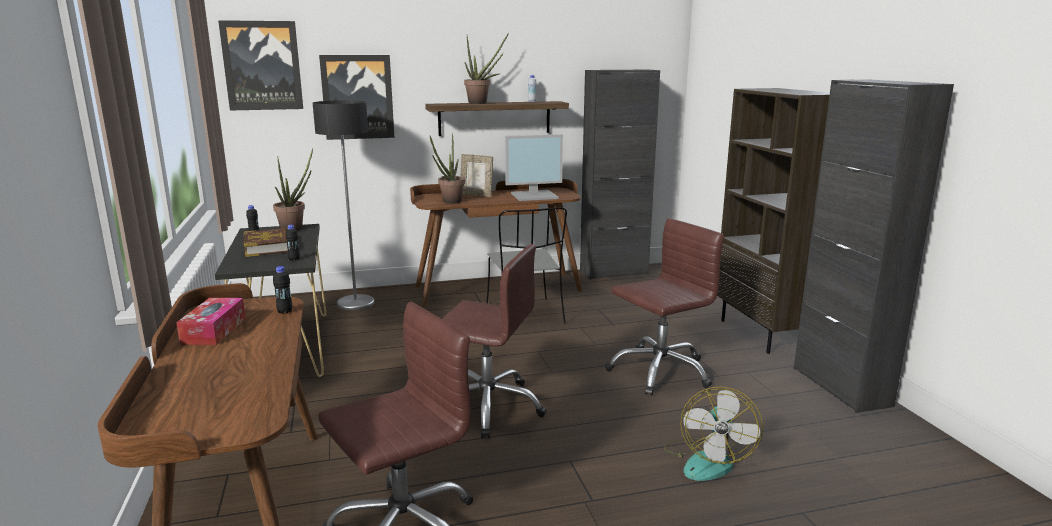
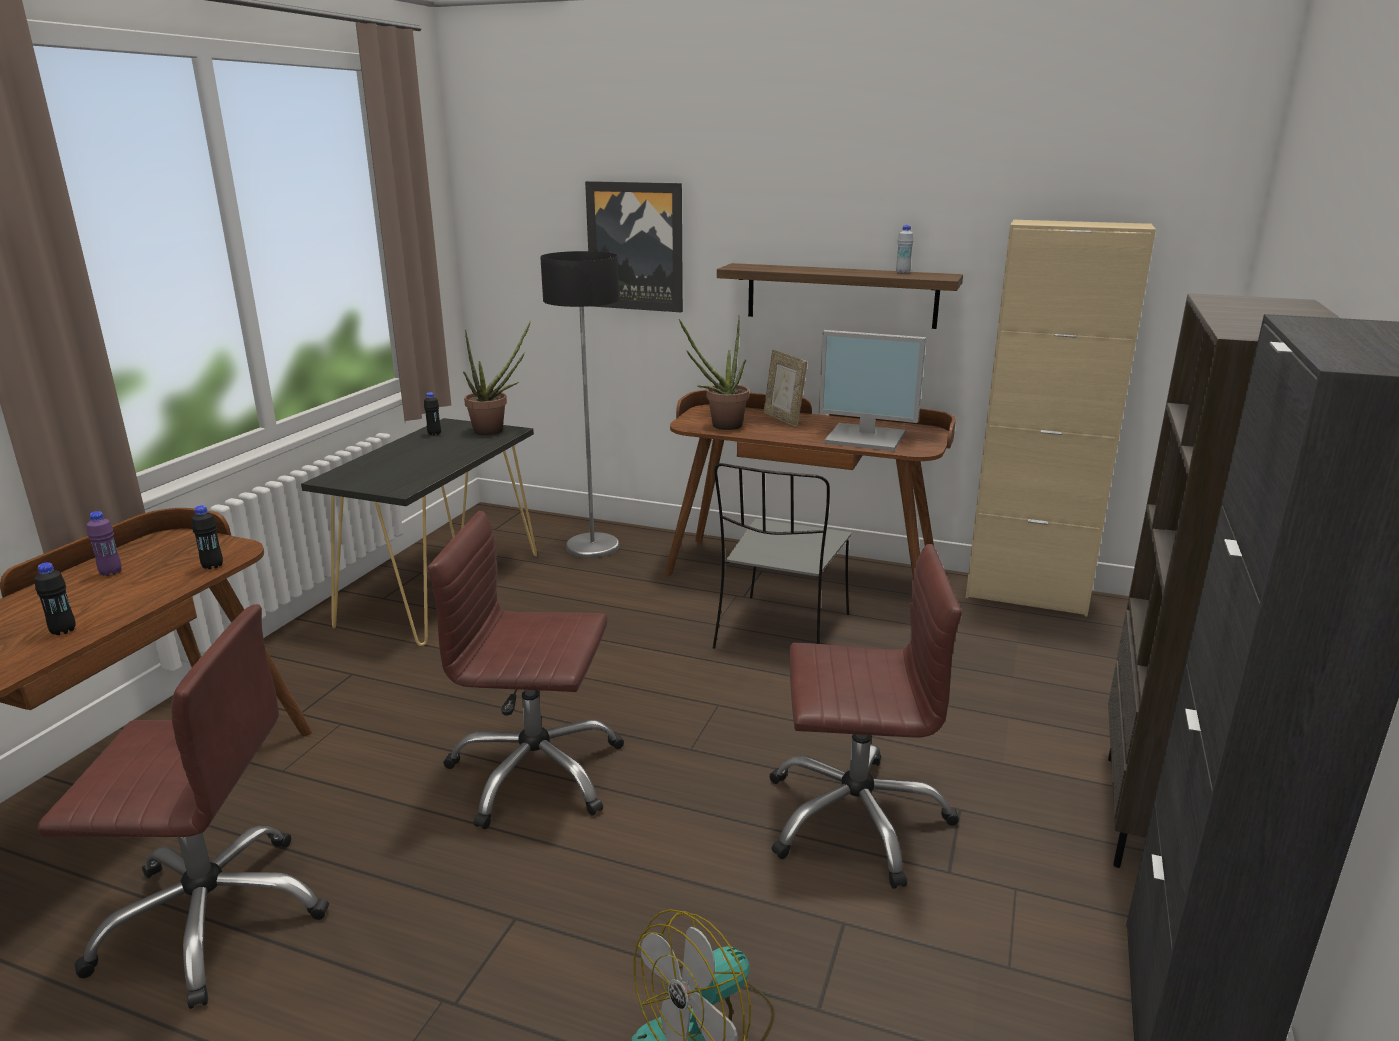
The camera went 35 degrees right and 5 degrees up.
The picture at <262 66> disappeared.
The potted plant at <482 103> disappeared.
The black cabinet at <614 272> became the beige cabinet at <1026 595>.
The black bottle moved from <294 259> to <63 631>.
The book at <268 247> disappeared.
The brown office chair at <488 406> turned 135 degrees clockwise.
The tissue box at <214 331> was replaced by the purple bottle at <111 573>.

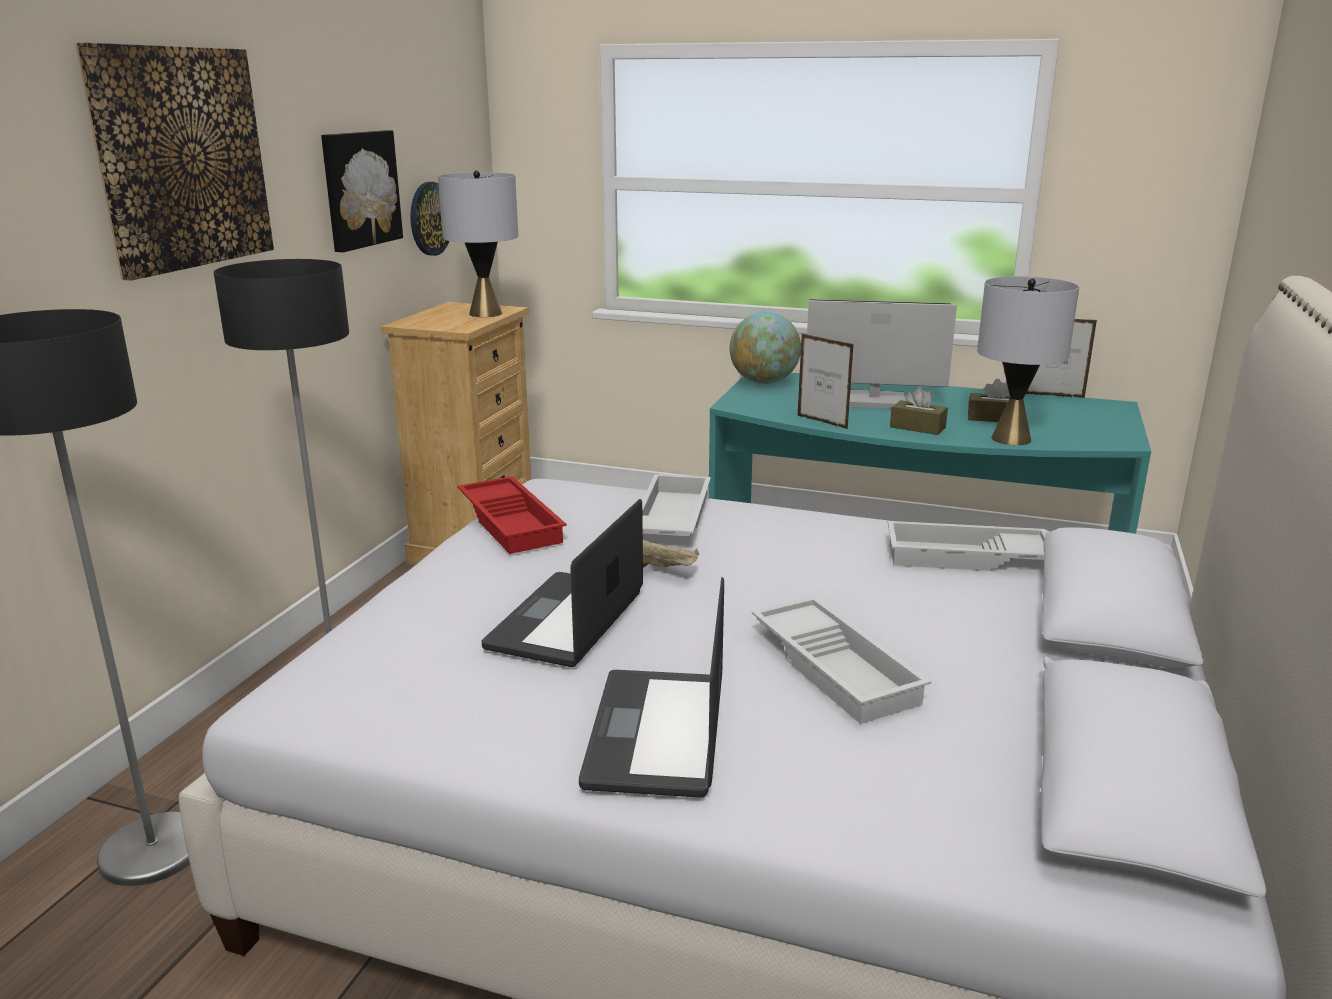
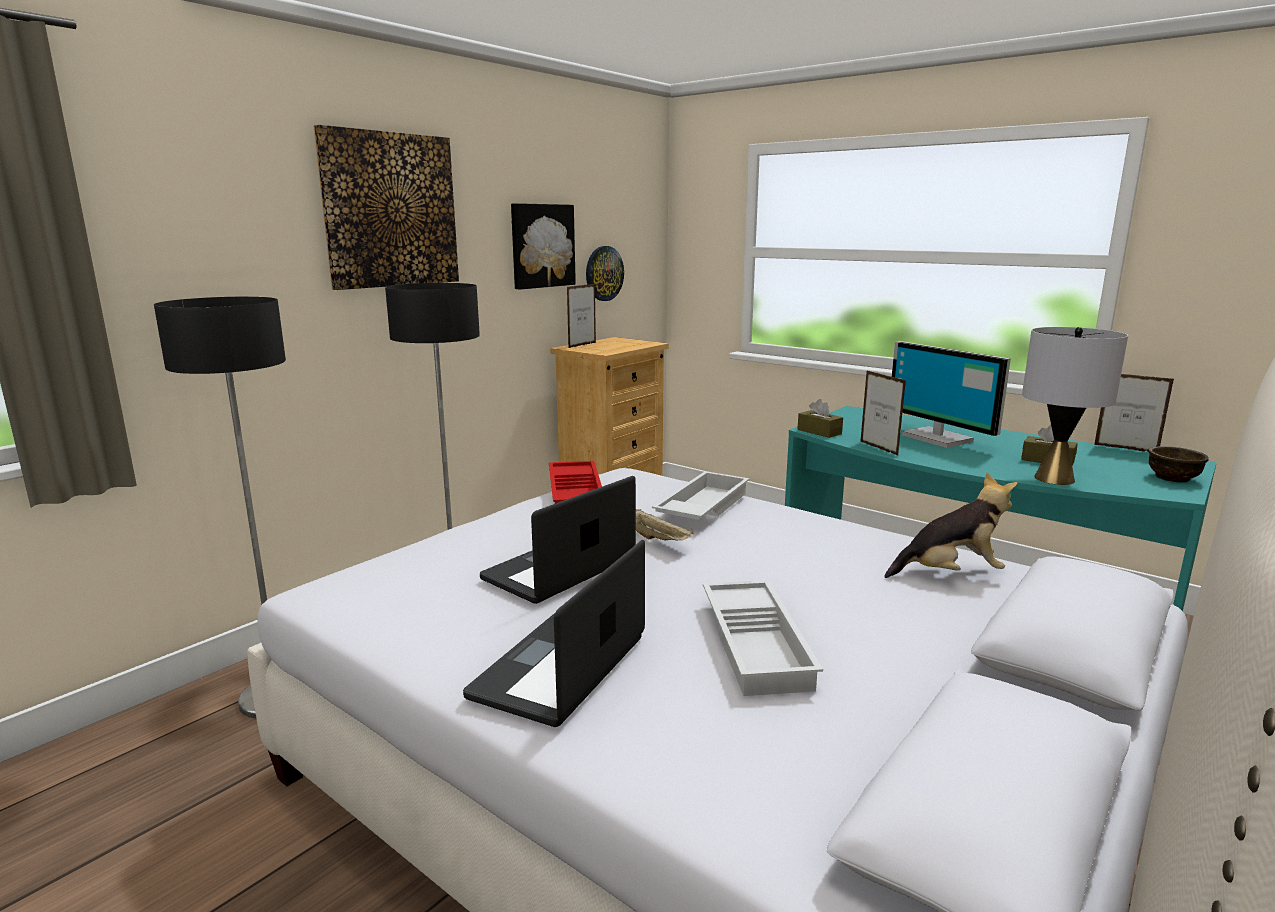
The camera went 20 degrees right and 5 degrees down.
The grey table lamp at <485 313> disappeared.
The monitor at <874 402> turned 150 degrees counterclockwise.
The globe at <763 382> disappeared.
The brown tissue box moved from <917 427> to <819 432>.
The white tray at <966 558> was replaced by the plush toy at <950 573>.
The picture frame at <582 345> appeared.
The brown bowl at <1172 478> appeared.

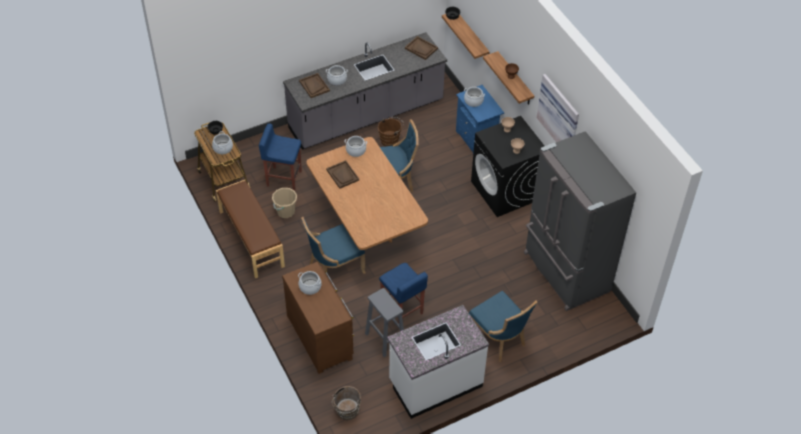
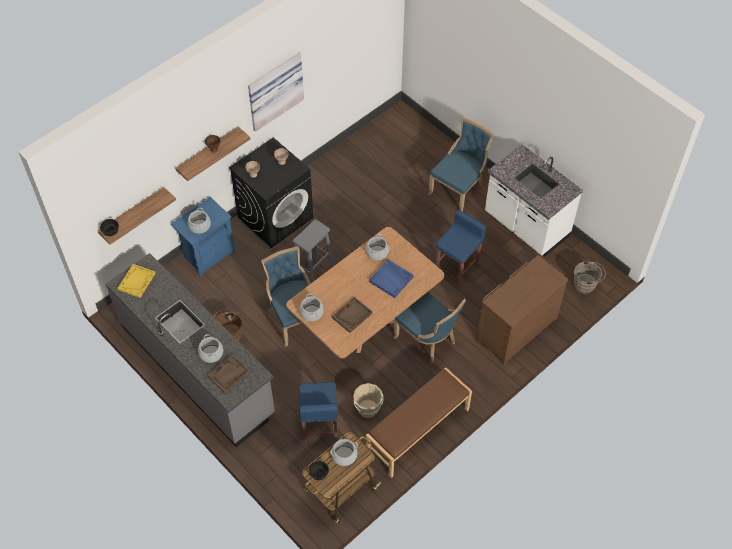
The camera went 105 degrees left and 5 degrees up.
The brown tray at <421 49> became the yellow tray at <136 281>.
The grey fridge at <564 273> disappeared.
The cooking pot moved from <310 287> to <377 252>.
The grey stool moved from <384 338> to <313 271>.
The blue tray at <391 279> appeared.

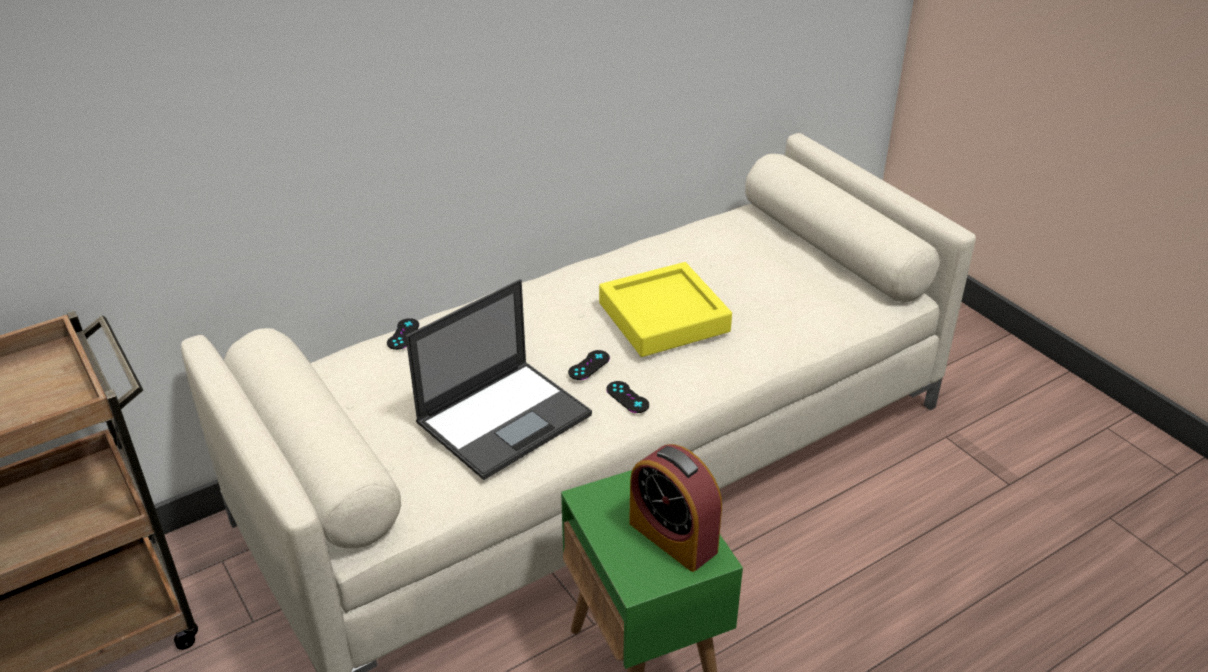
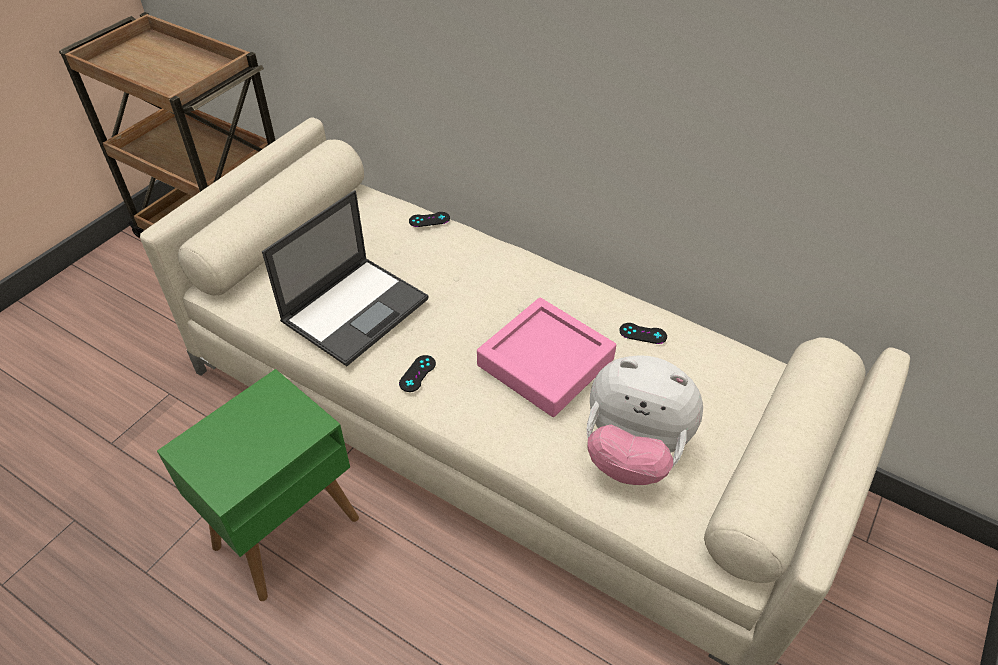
The camera went 65 degrees right and 10 degrees up.
The yellow tray at <663 317> became the pink tray at <545 362>.
The laptop at <505 418> turned 75 degrees counterclockwise.
The black game controller moved from <589 365> to <643 333>.
The alarm clock at <673 537> disappeared.
The plush toy at <632 452> appeared.

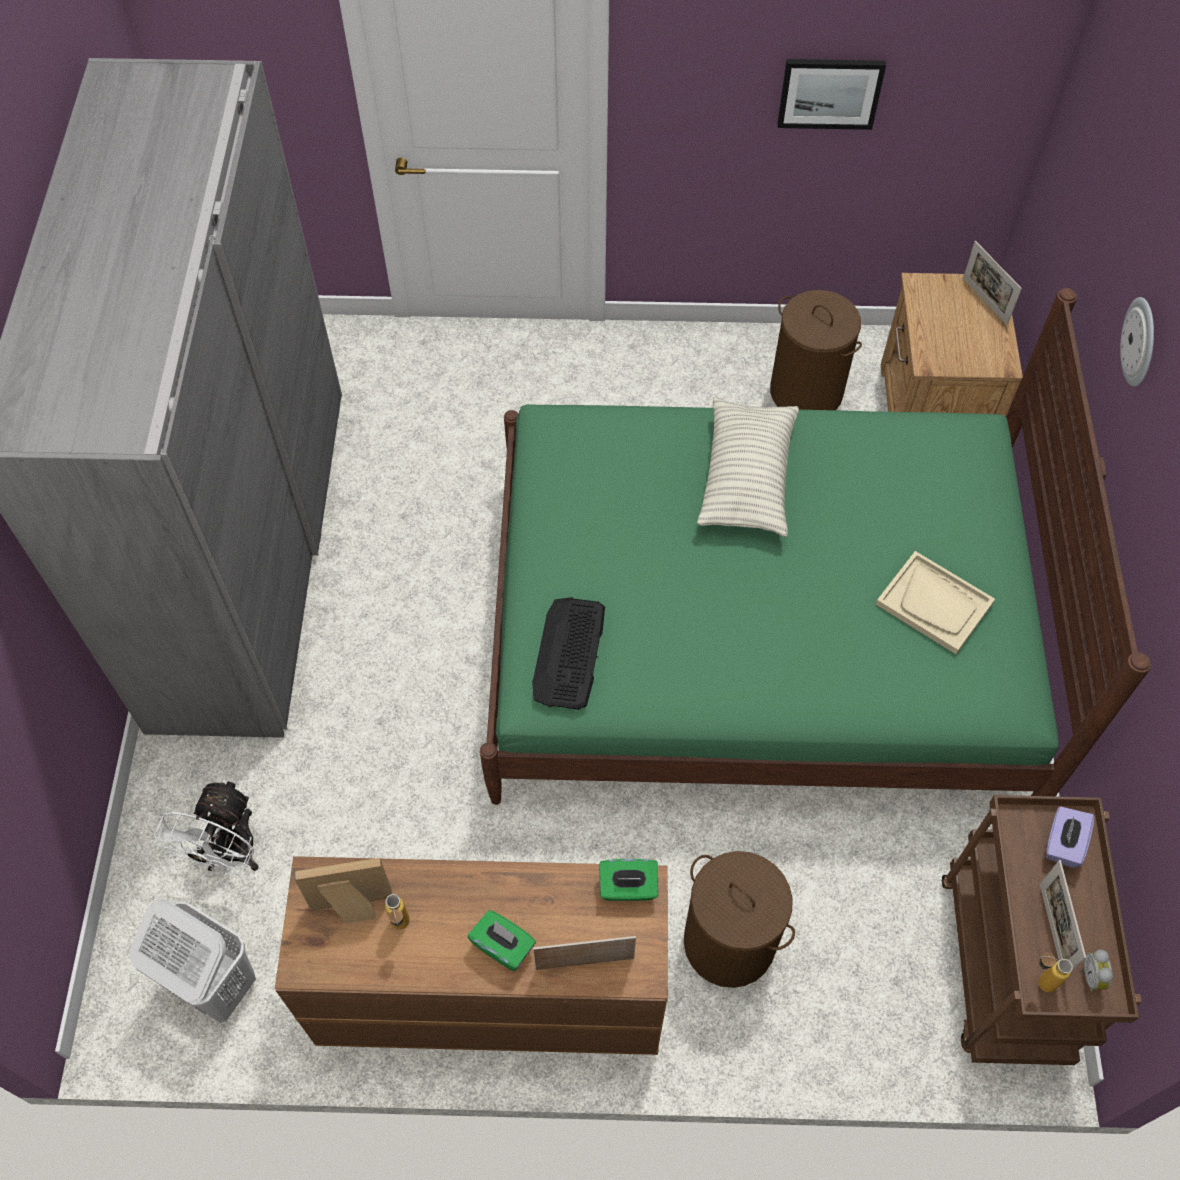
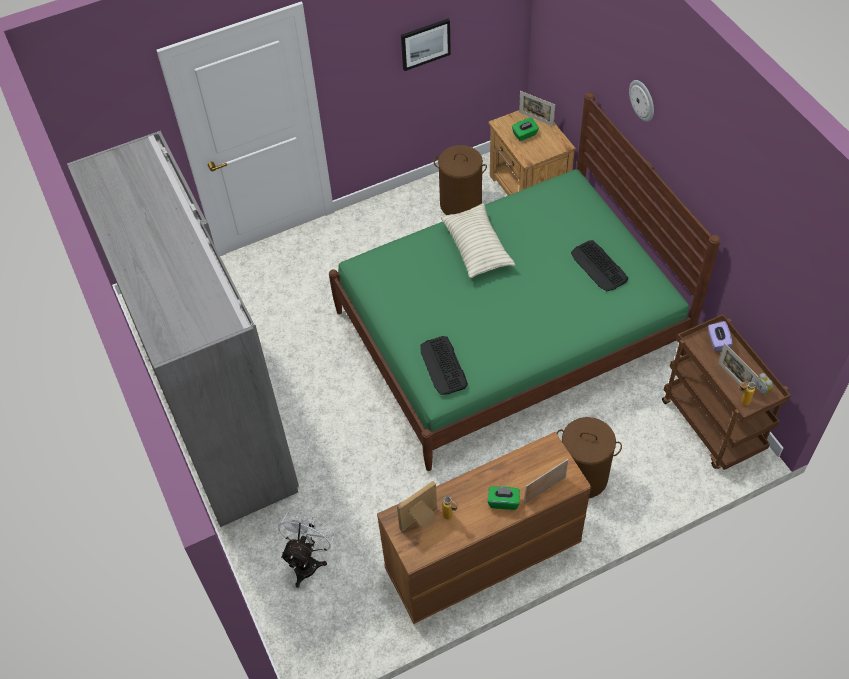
The camera went 25 degrees left and 5 degrees down.
The beige tray at <934 604> was replaced by the keyboard at <599 266>.
The white fan at <230 855> turned 150 degrees counterclockwise.
The green tissue box moved from <628 888> to <525 135>.
The white laundry basket at <214 984> disappeared.

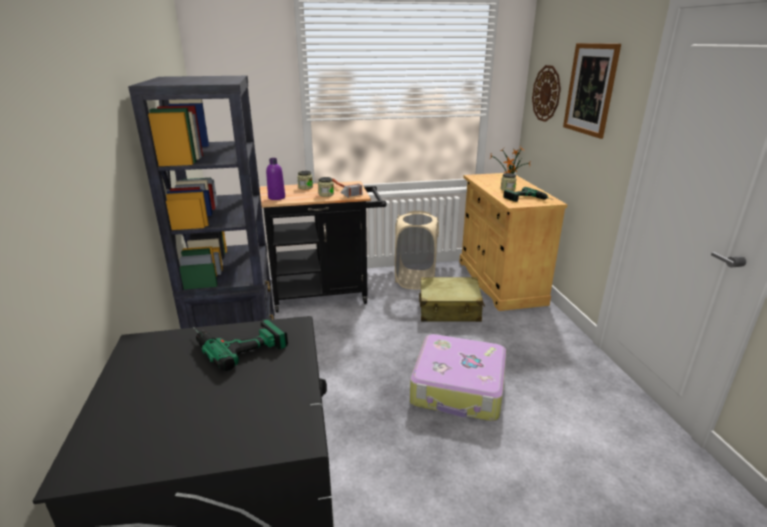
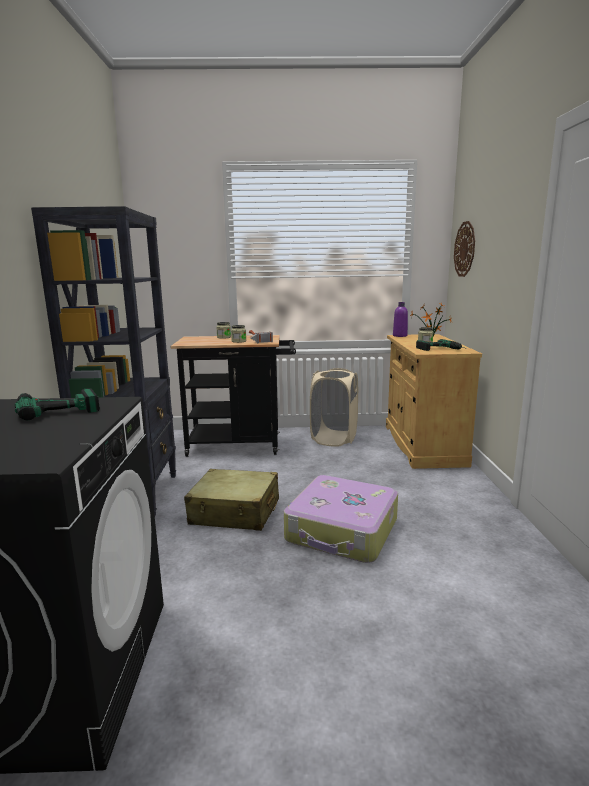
The camera went 10 degrees right and 10 degrees down.
The picture at <590 89> disappeared.
The purple bottle moved from <276 197> to <400 336>.
The beige suitcase moved from <449 309> to <235 512>.

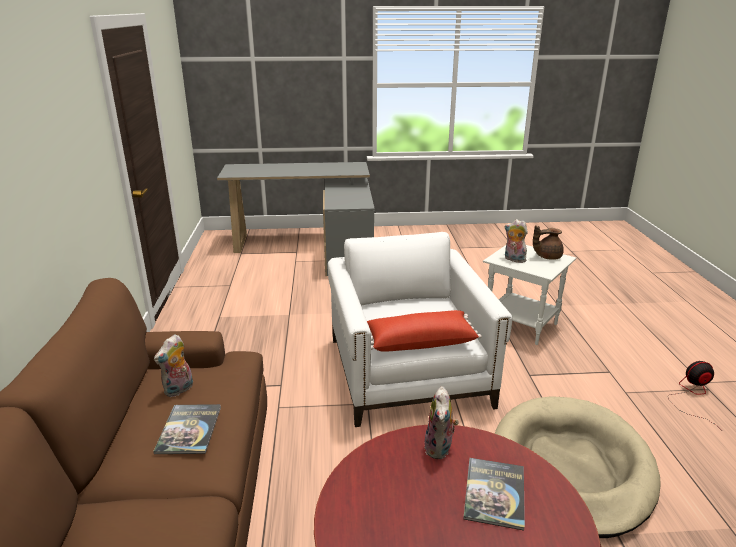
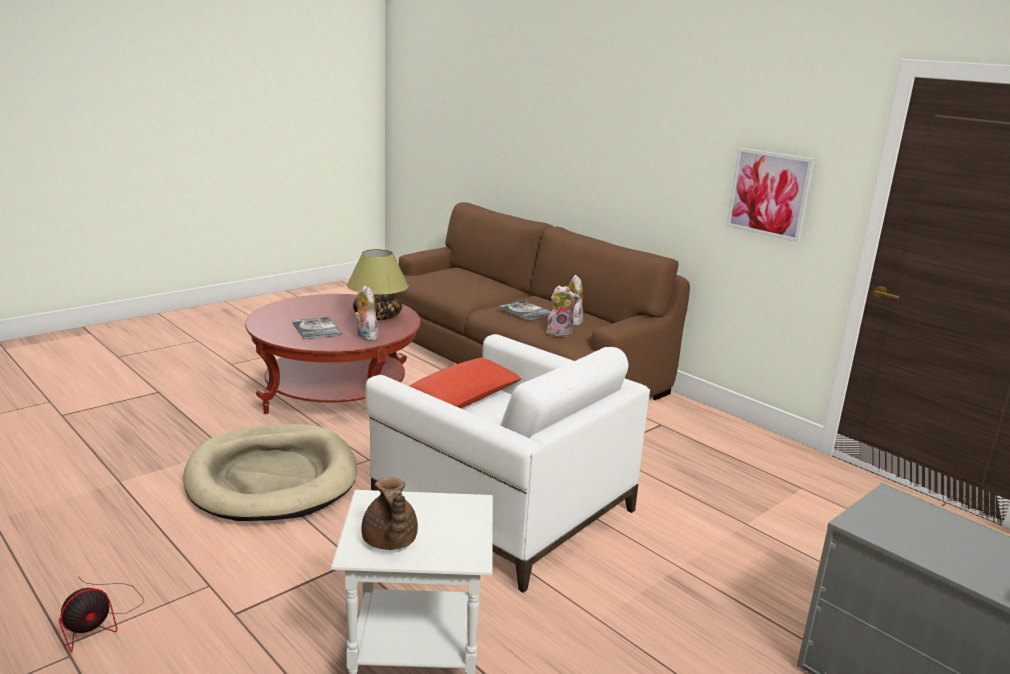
The camera went 140 degrees right and 5 degrees down.
The plush toy moved from <513 259> to <560 333>.
The brown teapot at <547 256> turned 120 degrees clockwise.
The picture at <769 193> appeared.
The table lamp at <377 316> appeared.

